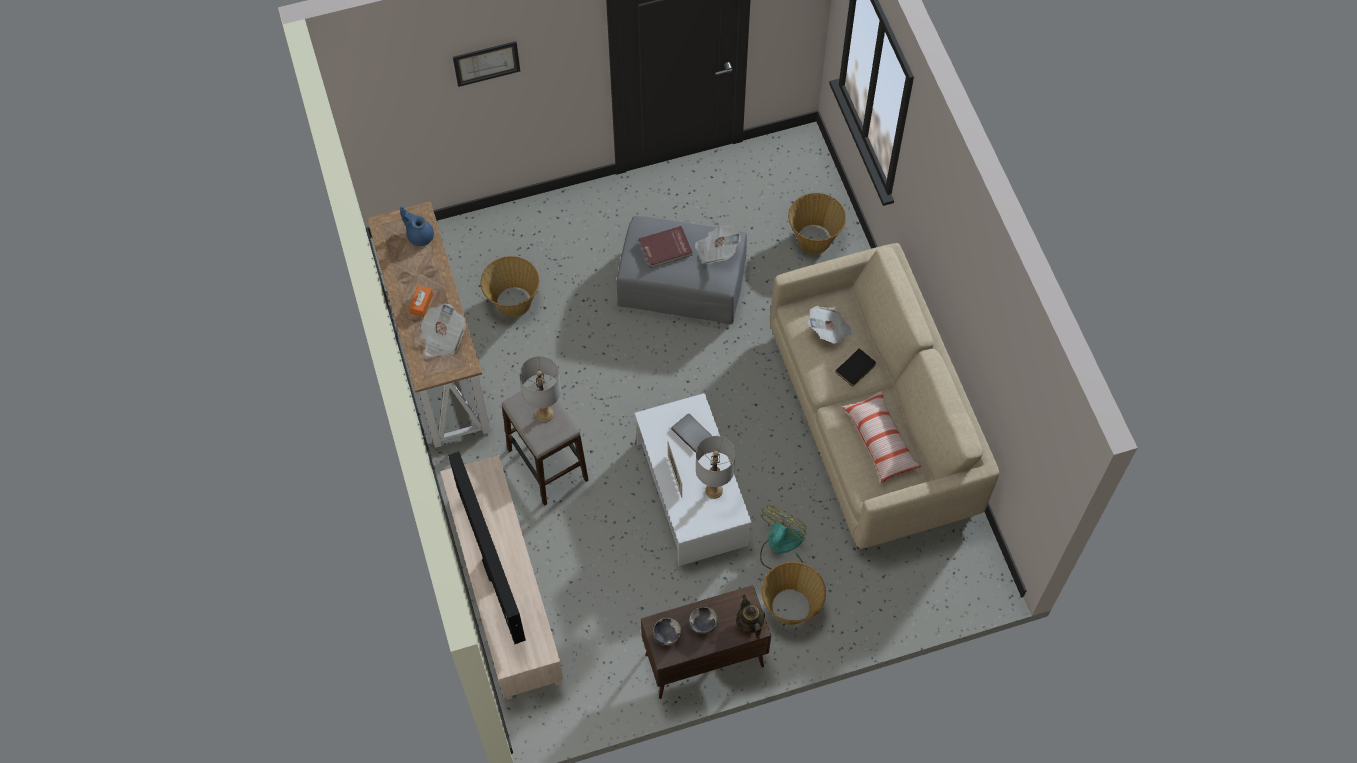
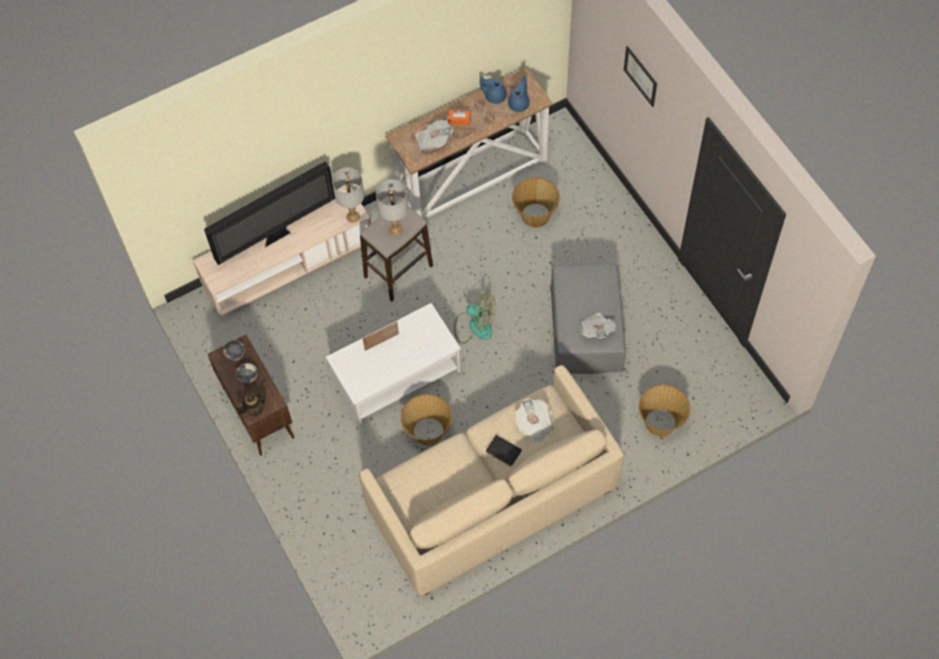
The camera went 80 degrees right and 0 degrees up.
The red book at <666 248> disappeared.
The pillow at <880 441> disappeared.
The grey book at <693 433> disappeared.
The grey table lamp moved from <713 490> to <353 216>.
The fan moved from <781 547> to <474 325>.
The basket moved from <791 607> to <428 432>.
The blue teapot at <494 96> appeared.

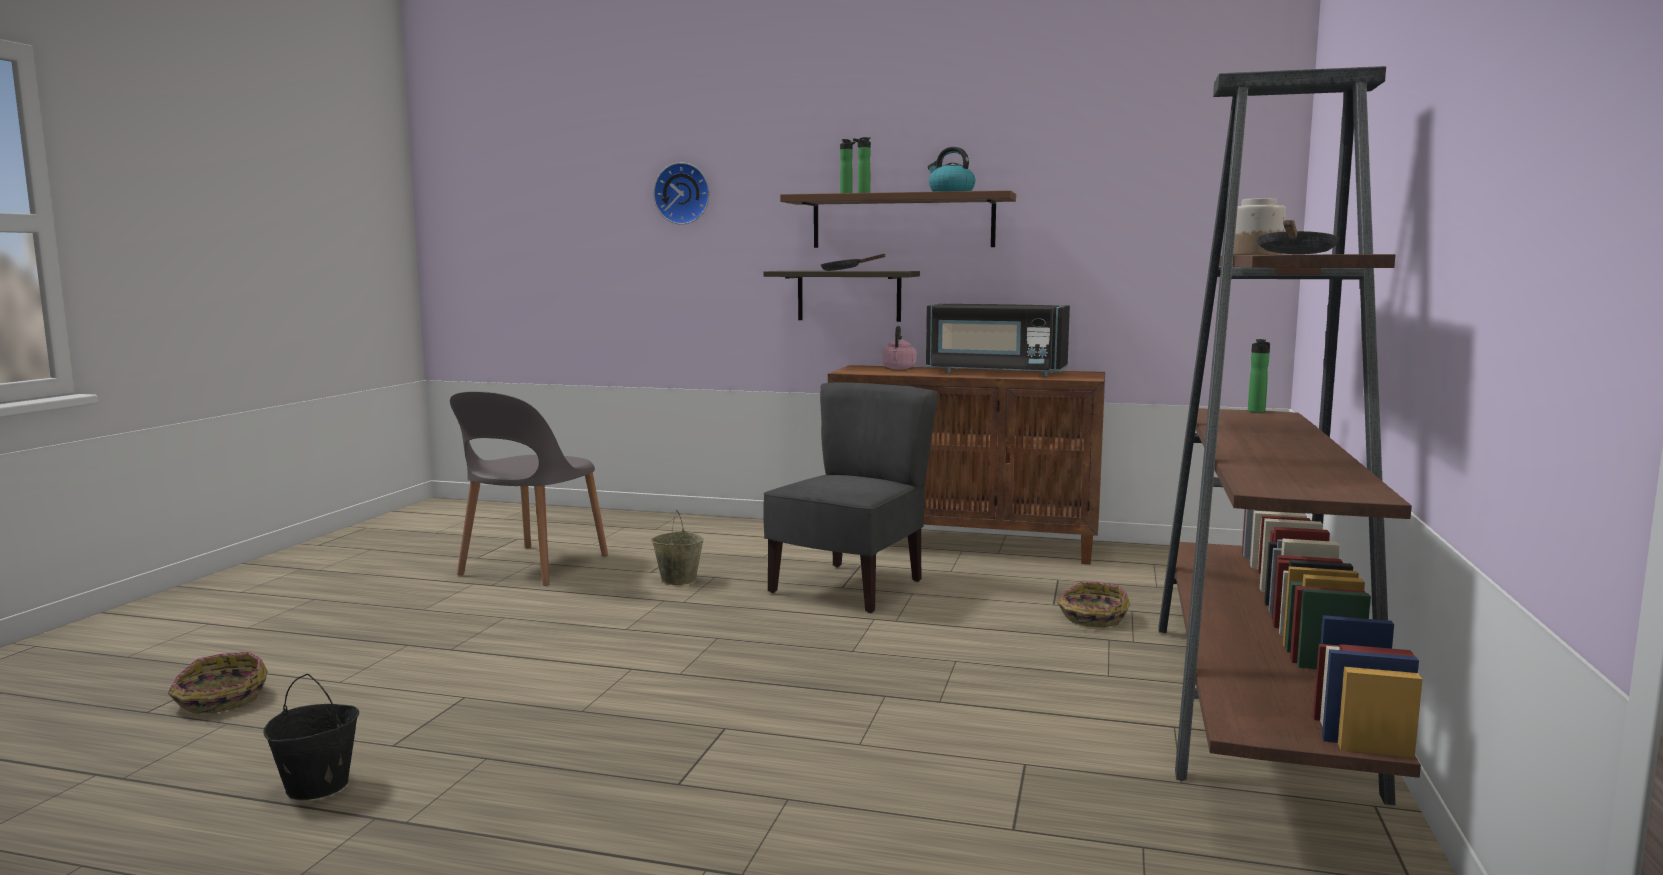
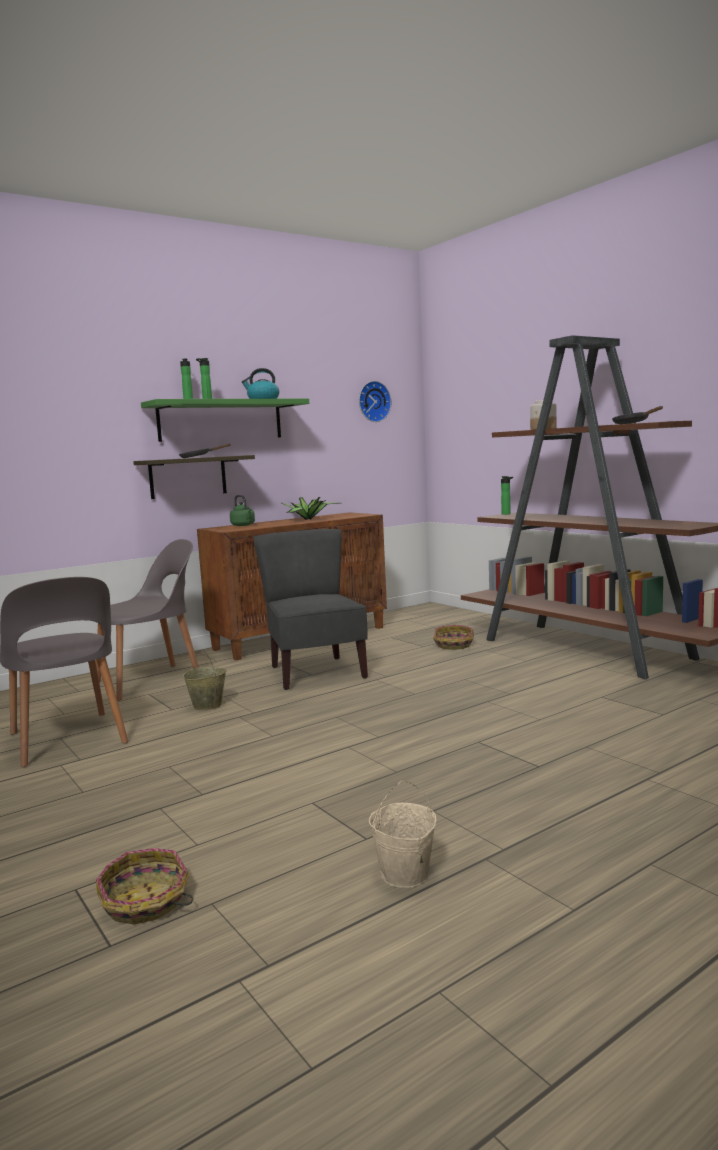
The camera went 50 degrees left and 0 degrees up.
The wall clock moved from <683 193> to <373 401>.
The brown shelf at <903 221> became the green shelf at <221 420>.
The black microwave at <995 372> was replaced by the potted plant at <308 519>.
The pink kettle at <898 368> became the green kettle at <243 525>.
The black bucket at <316 786> became the beige bucket at <405 875>.
The grey chair at <152 681> appeared.

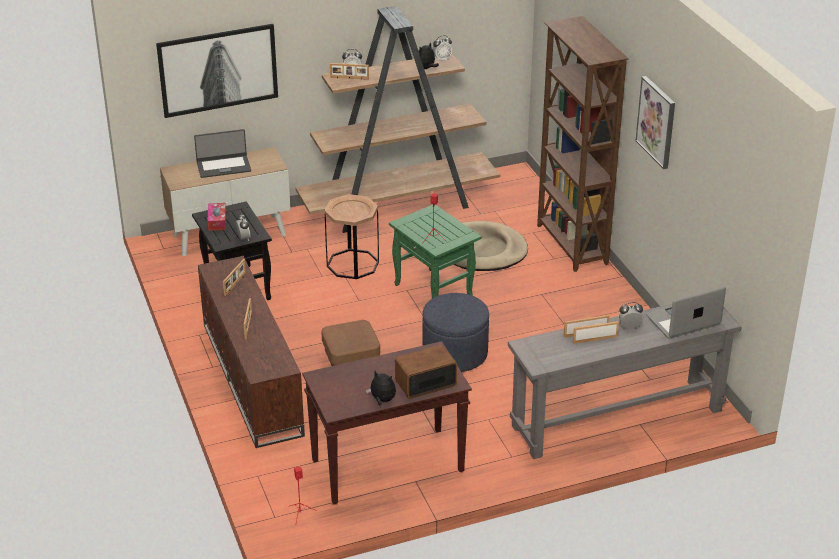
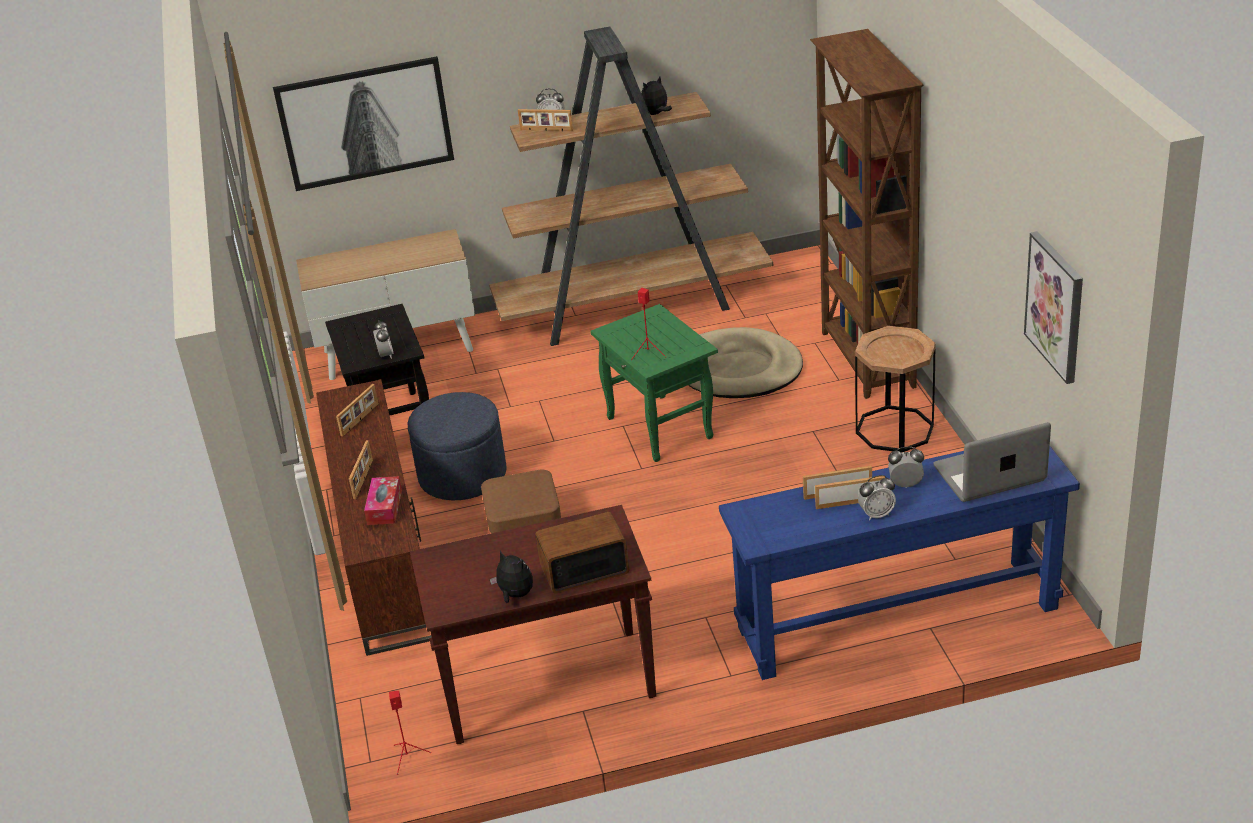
The camera went 10 degrees right and 0 degrees up.
The alarm clock moved from <442 59> to <876 514>.
The picture moved from <657 122> to <1055 306>.
The laptop at <223 166> disappeared.
The brown side table moved from <353 264> to <894 429>.
The tissue box moved from <217 221> to <384 507>.
The blue ottoman moved from <455 353> to <462 475>.
The grey console table at <617 418> became the blue console table at <896 618>.

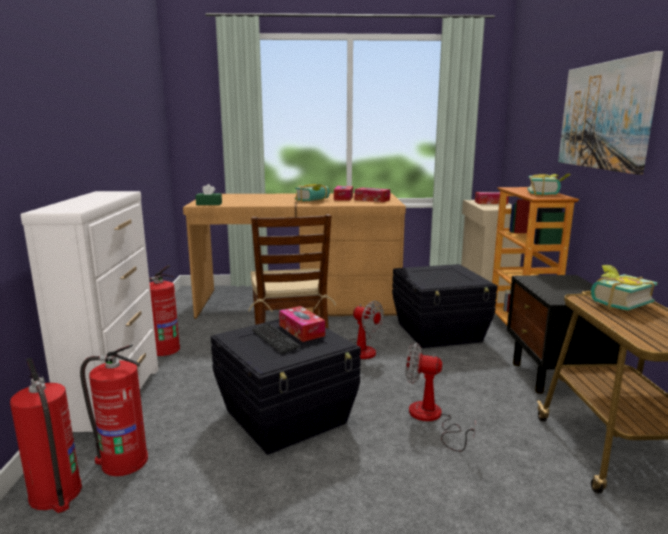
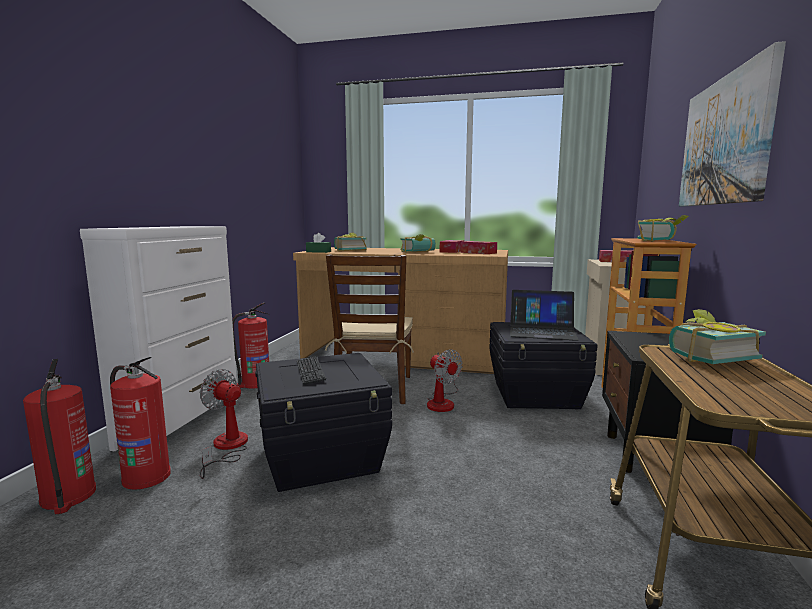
The camera went 15 degrees right and 5 degrees down.
The tissue box at <301 330> disappeared.
The fan moved from <431 419> to <227 448>.
The book at <349 250> appeared.
The laptop at <542 331> appeared.

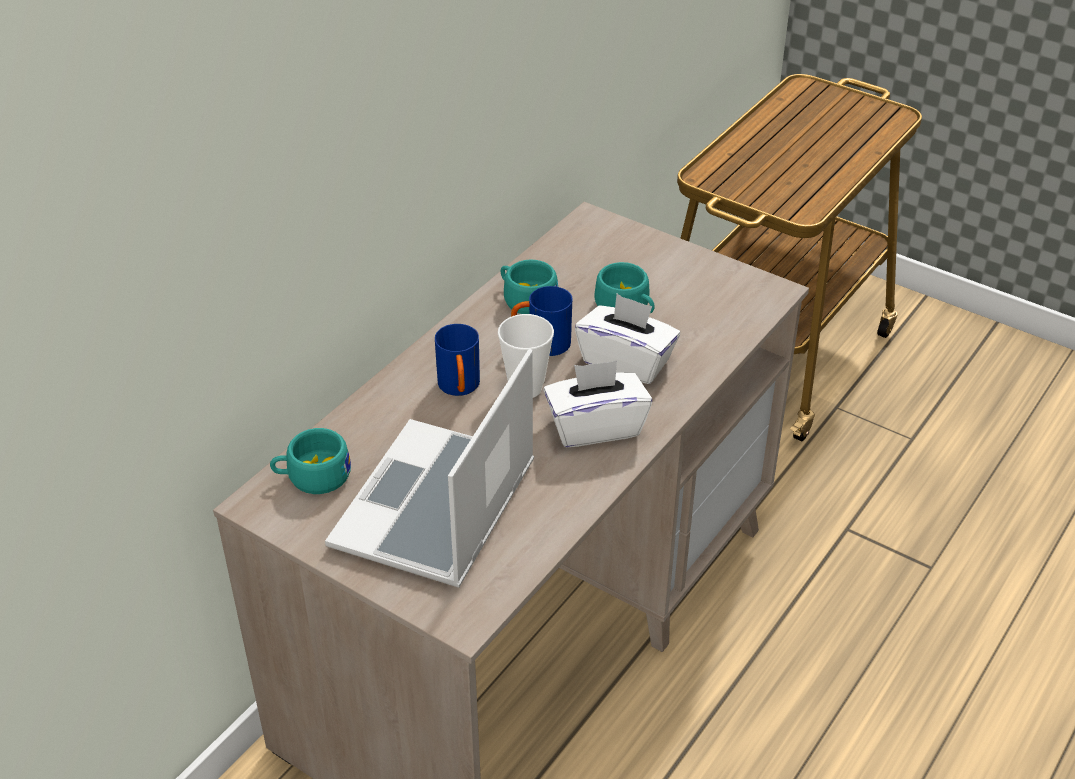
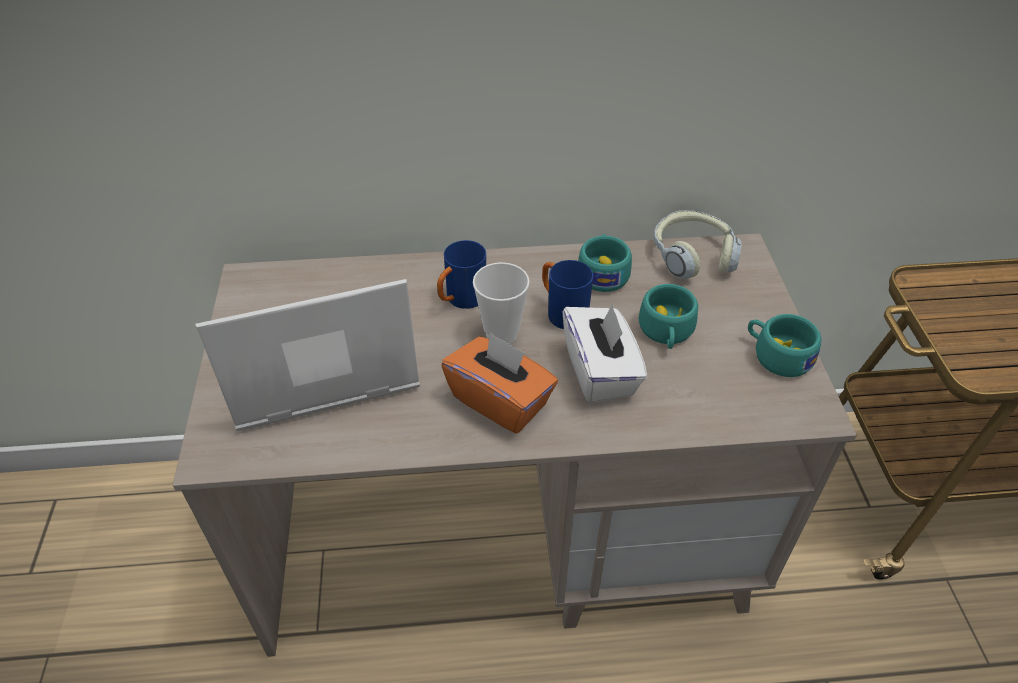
The camera went 50 degrees right and 5 degrees up.
The white tissue box at <595 427> became the orange tissue box at <500 401>.
The turquoise cup moved from <312 476> to <776 355>.
The headphones at <692 255> appeared.

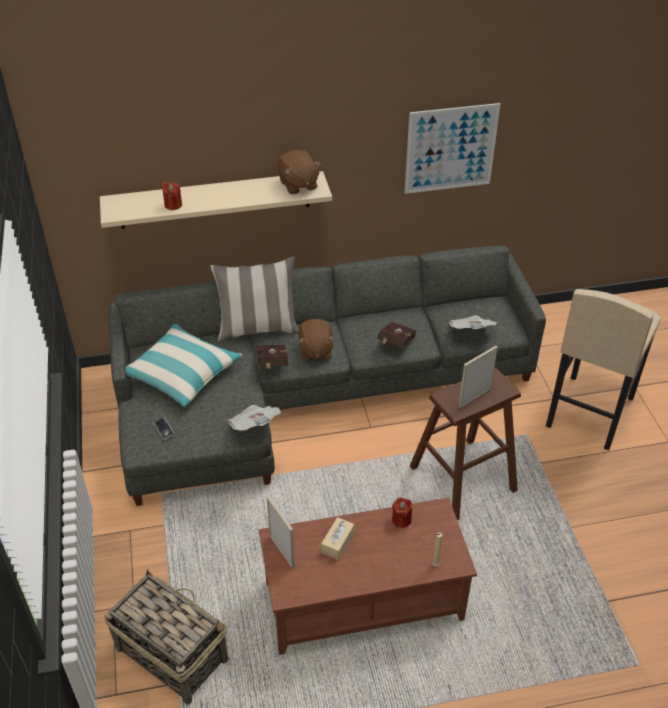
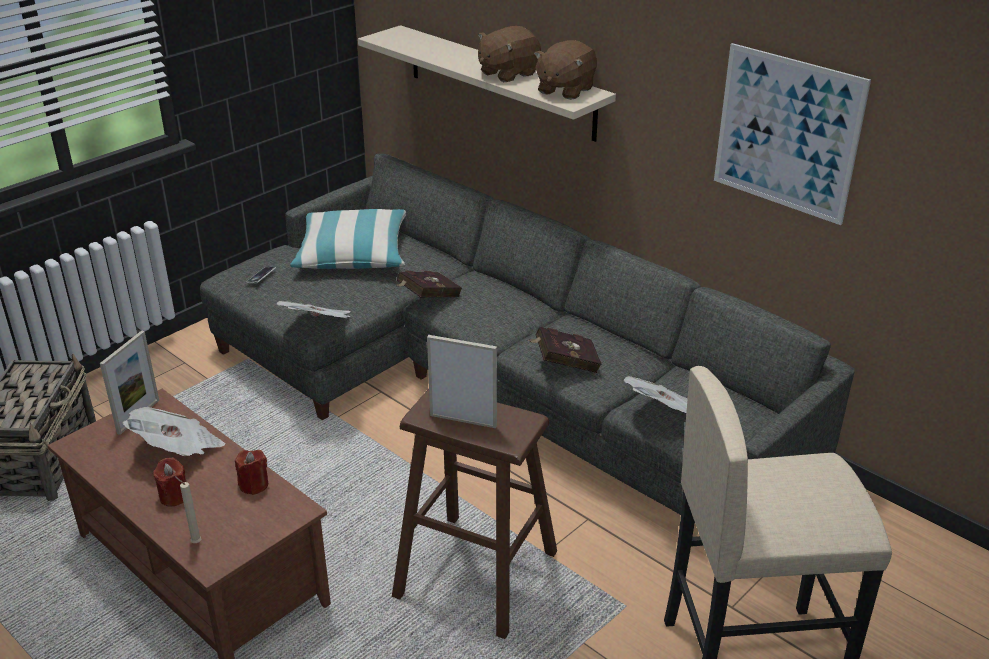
The camera went 55 degrees right and 10 degrees down.
The red candle moved from <173 205> to <174 496>.
The pillow at <258 328> disappeared.
The brown plush toy moved from <315 350> to <507 73>.
The beige tissue box at <337 543> was replaced by the newspaper at <179 450>.

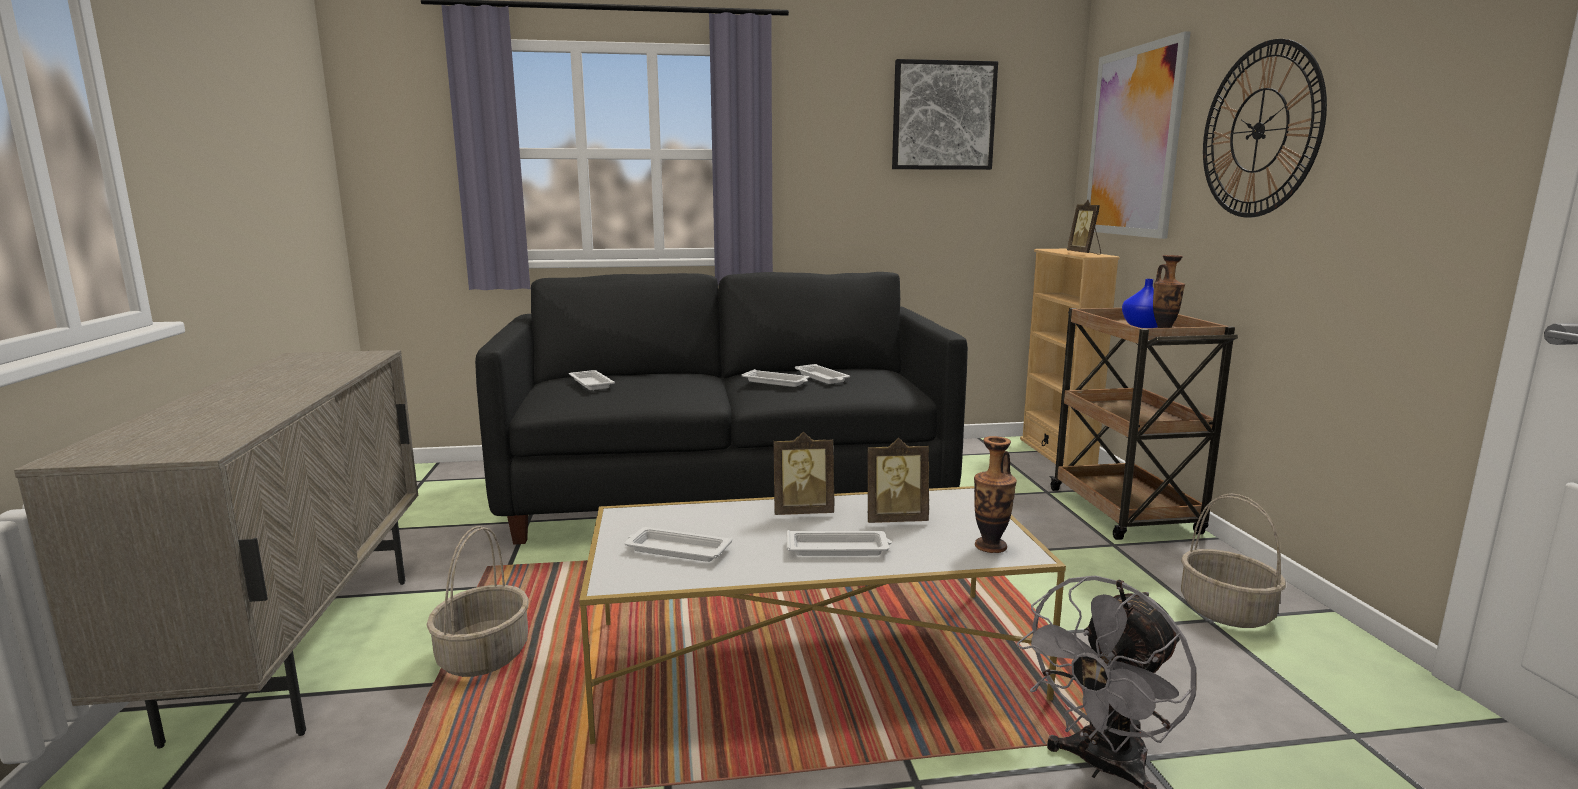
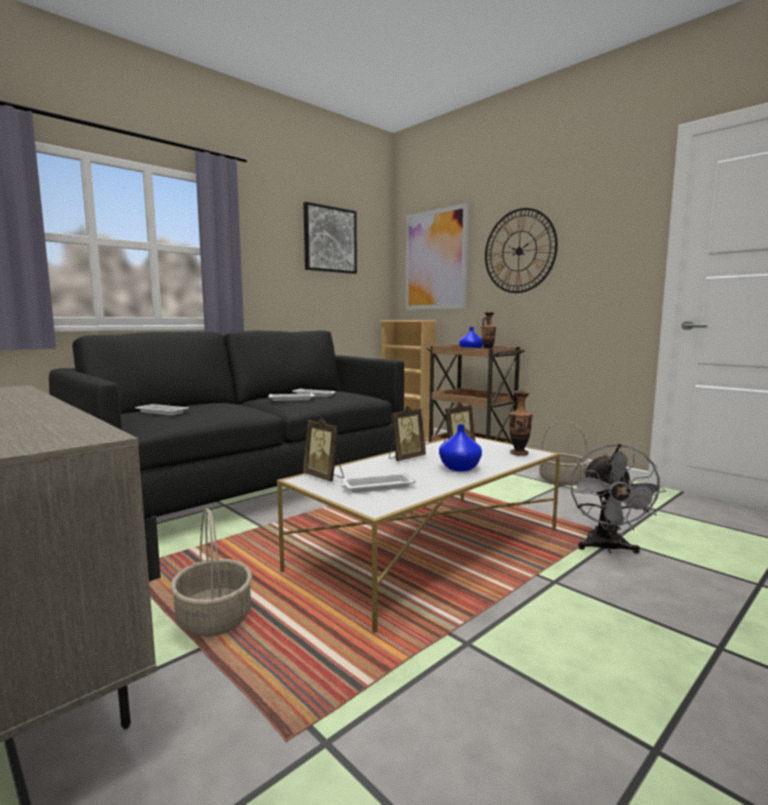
The camera went 35 degrees left and 5 degrees down.
The picture frame moved from <1084 253> to <324 477>.
The white tray at <839 549> was replaced by the blue vase at <458 468>.

